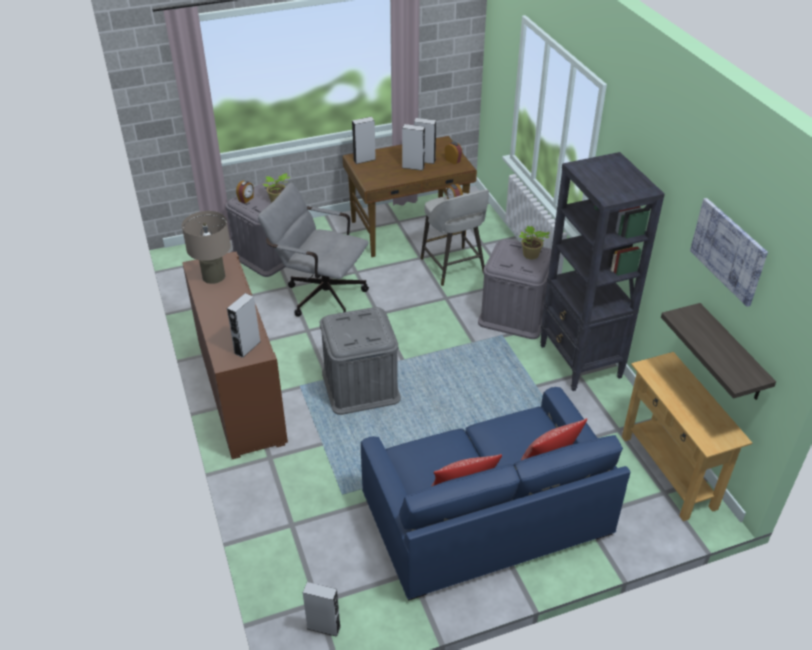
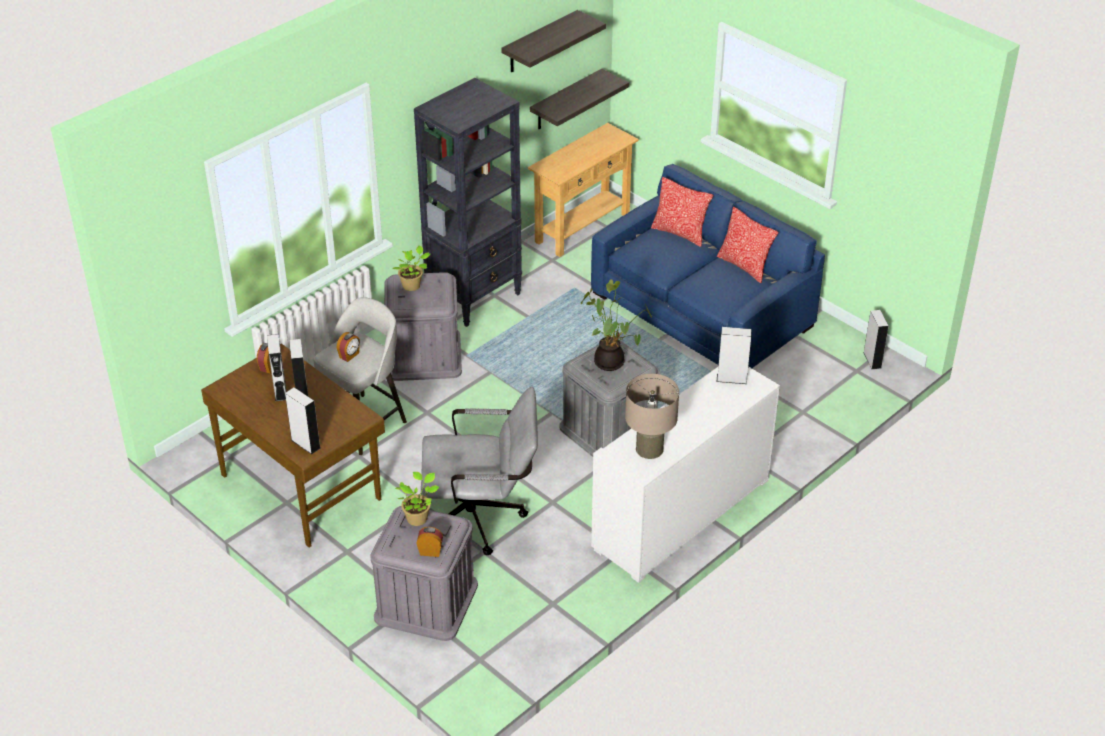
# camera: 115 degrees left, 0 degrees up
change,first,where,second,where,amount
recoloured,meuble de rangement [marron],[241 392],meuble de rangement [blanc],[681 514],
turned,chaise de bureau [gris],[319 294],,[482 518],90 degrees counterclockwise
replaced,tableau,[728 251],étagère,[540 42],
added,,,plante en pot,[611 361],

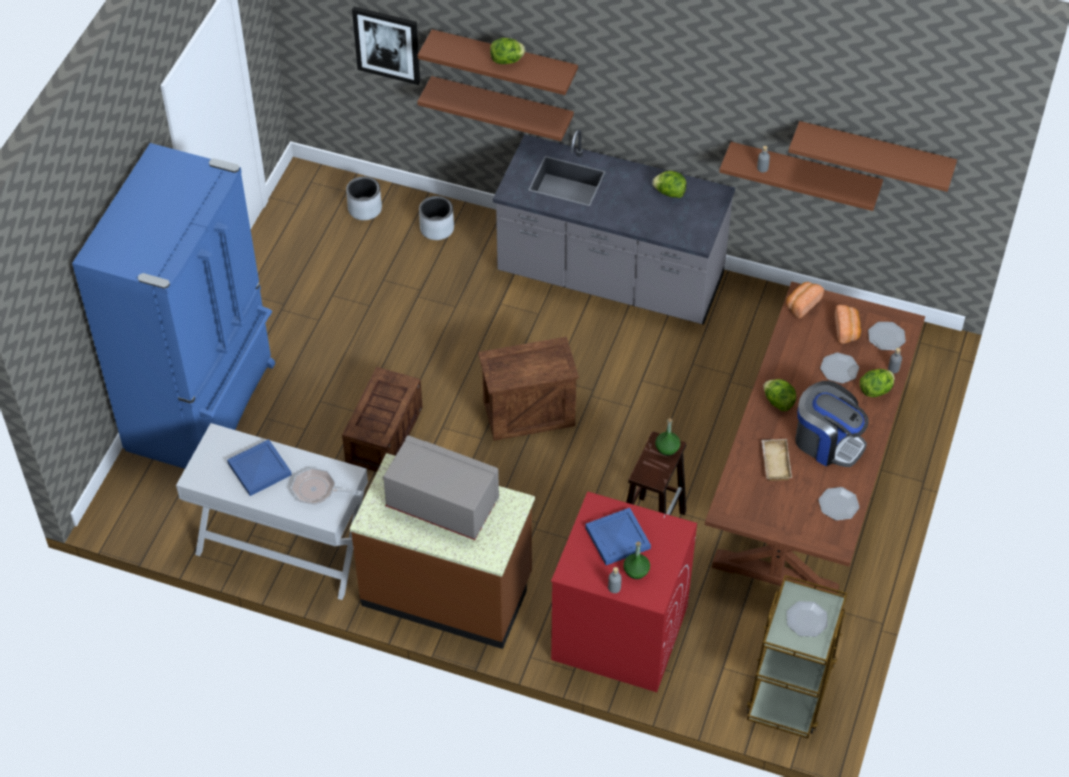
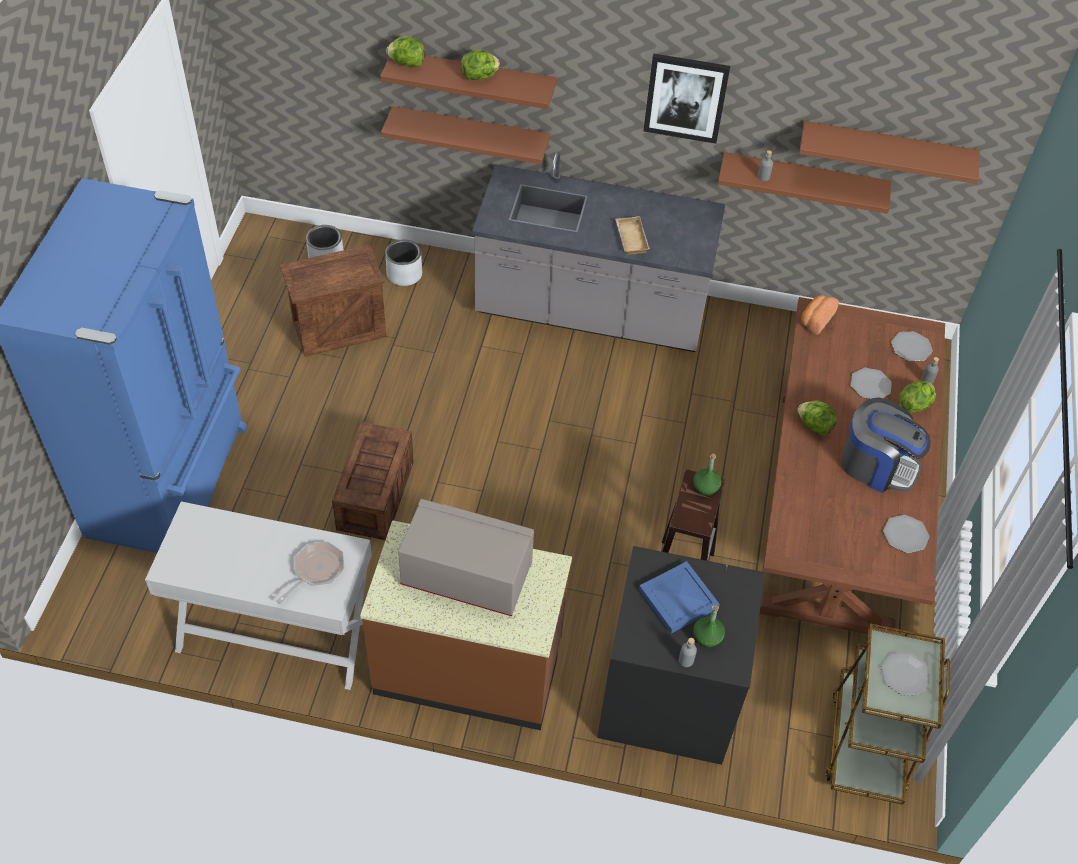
# camera: 10 degrees left, 0 degrees up
change,first,where,second,where,amount
removed,plateau [bleu],[260 469],,,
turned,poêle,[318 490],,[316 571],120 degrees clockwise
moved,tableau,[387 44],,[686 97],
moved,caisse,[529 412],,[339 327],
recoloured,lave-linge [rouge],[619 632],lave-linge [noir],[667 698],
moved,laitue,[669 193],,[407 63],
moved,plateau [beige],[774 462],,[630 238],
removed,pain,[847 330],,,

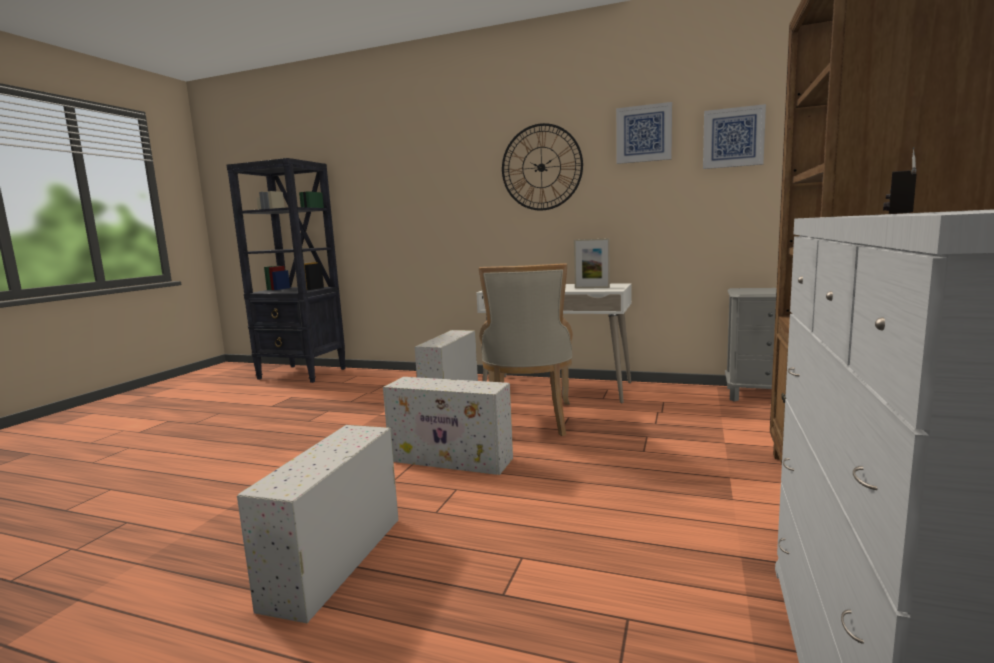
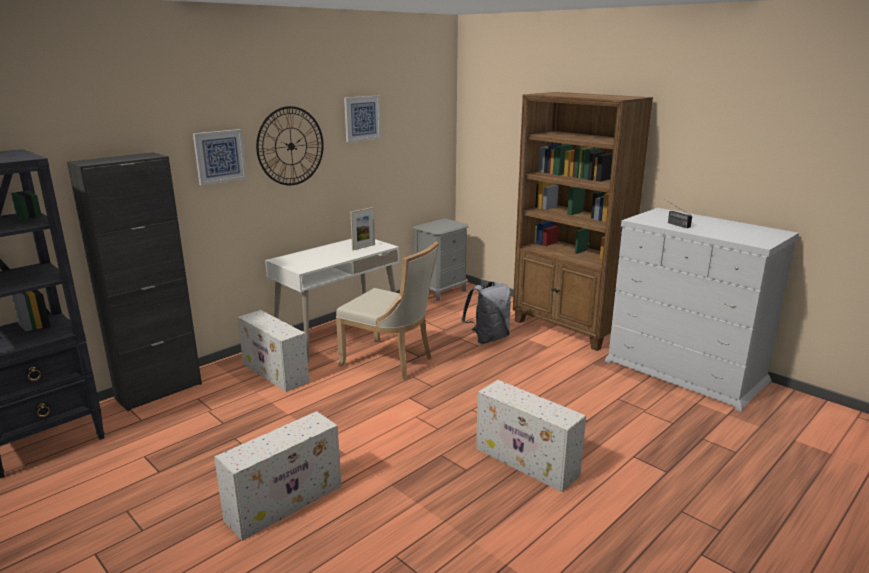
# camera: 65 degrees left, 10 degrees up
change,first,where,second,where,amount
moved,boîte de rangement [blanc],[452 460],,[286 502],
moved,tableau,[733 137],,[219 156],
added,,,meuble de rangement [noir],[159 391],
added,,,sac à dos [gris],[488 338],

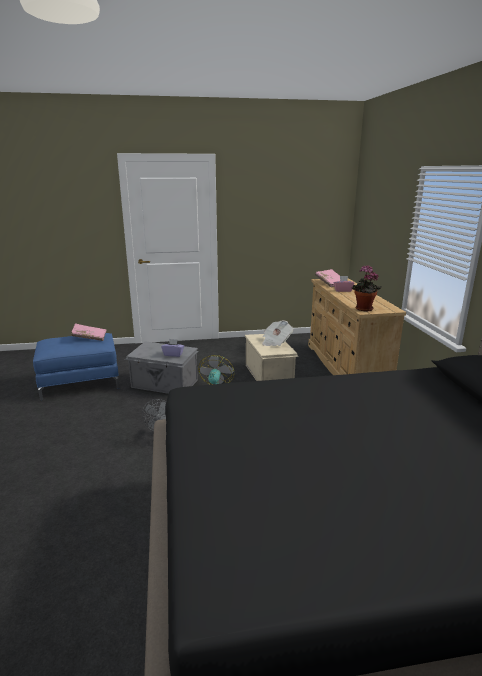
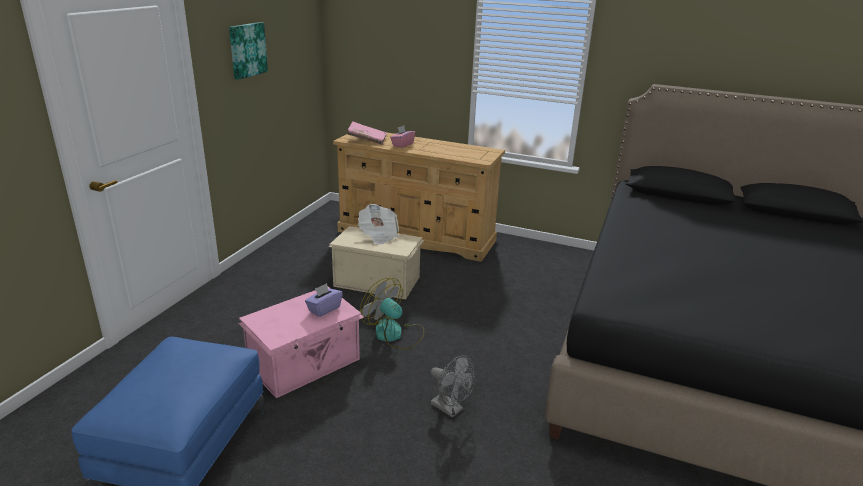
# camera: 60 degrees left, 5 degrees up
change,first,where,second,where,amount
removed,livre [rose],[89 338],,,
recoloured,boîte de rangement [gris],[164 384],boîte de rangement [rose],[306 364],
removed,plante en pot,[363 309],,,
added,,,tableau,[247 50],

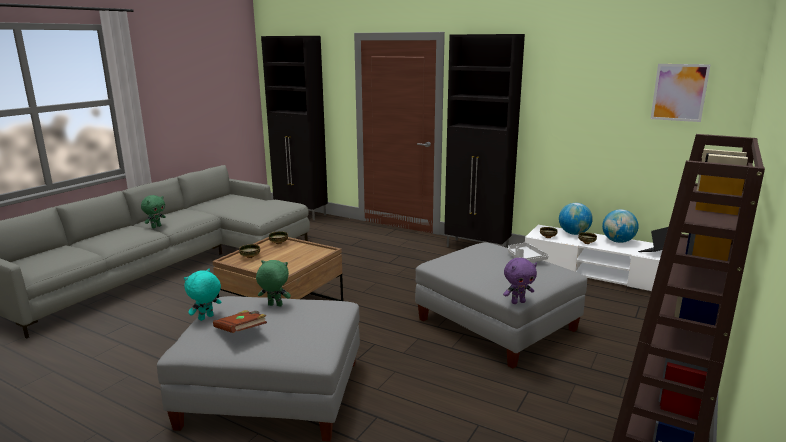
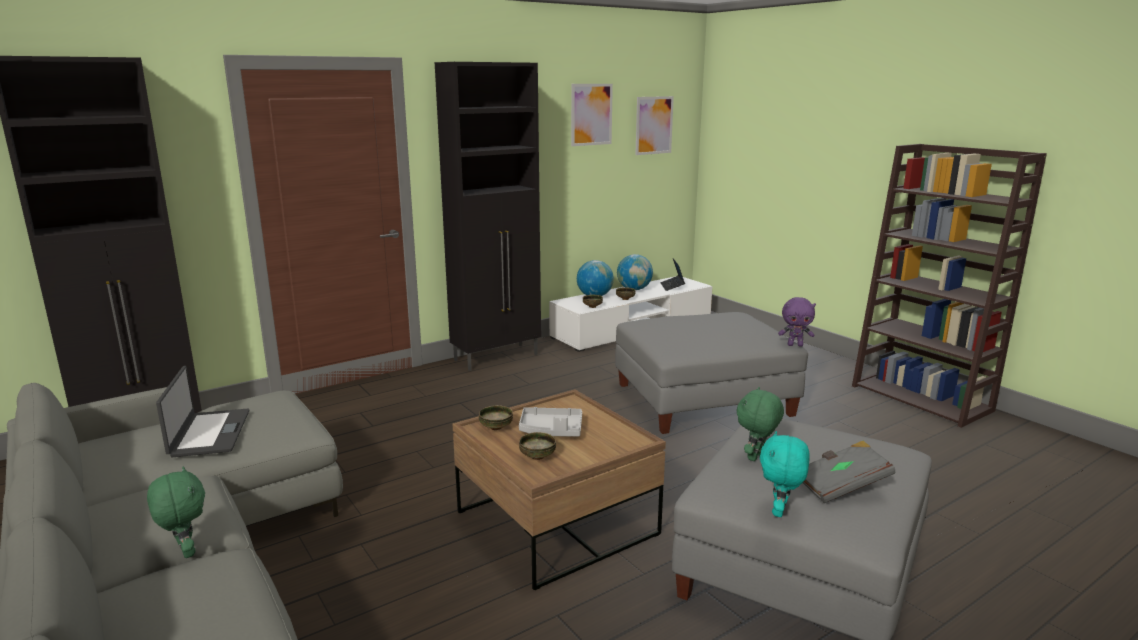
# camera: 65 degrees left, 0 degrees up
change,first,where,second,where,amount
turned,peluche [turquoise],[206 318],,[780 511],45 degrees clockwise
recoloured,livre [marron],[241 332],livre [gris],[840 486],
turned,peluche [violet],[518 302],,[795 345],90 degrees clockwise
moved,plateau [gris],[525 258],,[551 430],
added,,,ordinateur portable,[209 433],
added,,,tableau,[591 114],

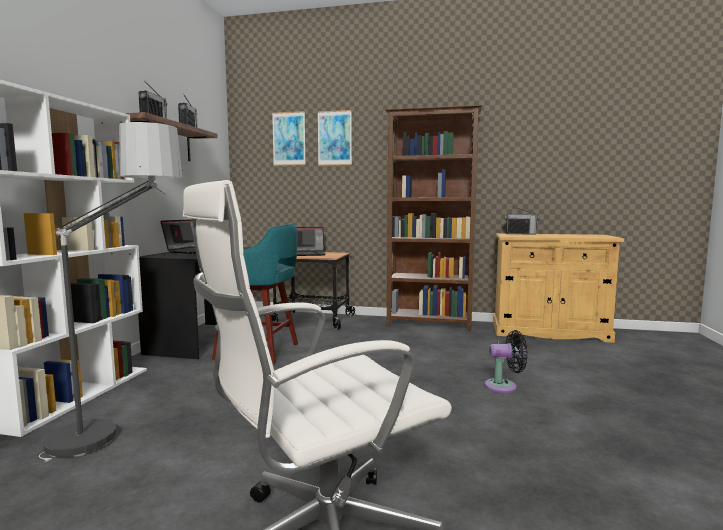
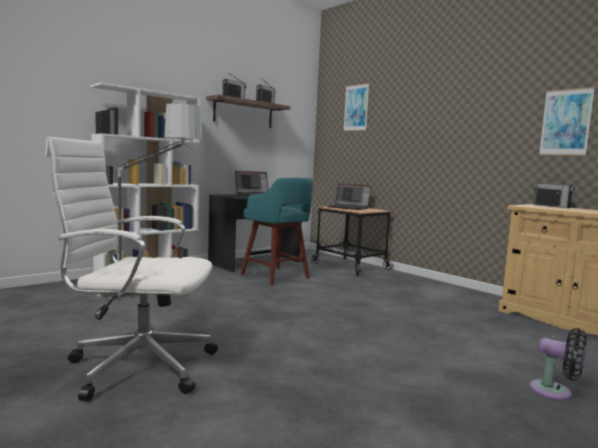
# camera: 35 degrees right, 0 degrees up
change,first,where,second,where,amount
moved,tableau,[334 138],,[565 122],
removed,bibliothèque [marron],[429 324],,,
moved,ventilateur [noir],[504 386],,[555 392],

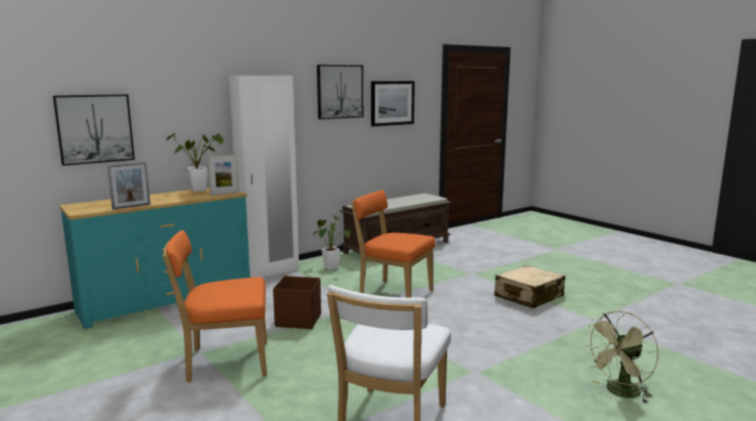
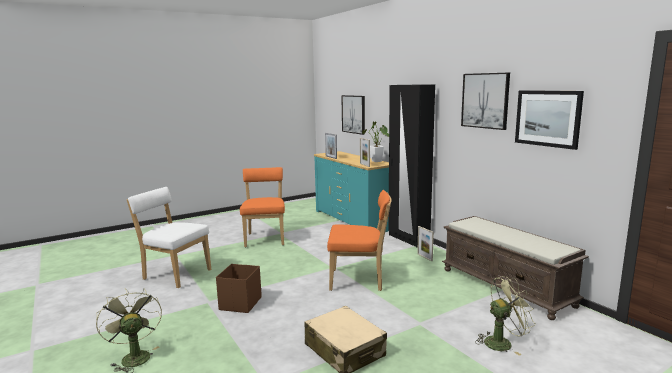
# camera: 95 degrees right, 0 degrees up
change,first,where,second,where,amount
recoloured,armoire [blanc],[270 272],armoire [noir],[408 239],
moved,boîte de rangement [marron],[299 320],,[240 304],
replaced,plante en pot,[329 267],cadre photo,[424 257],
turned,chaise [orange],[393 293],,[359 280],60 degrees clockwise
added,,,ventilateur [vert],[502 342],

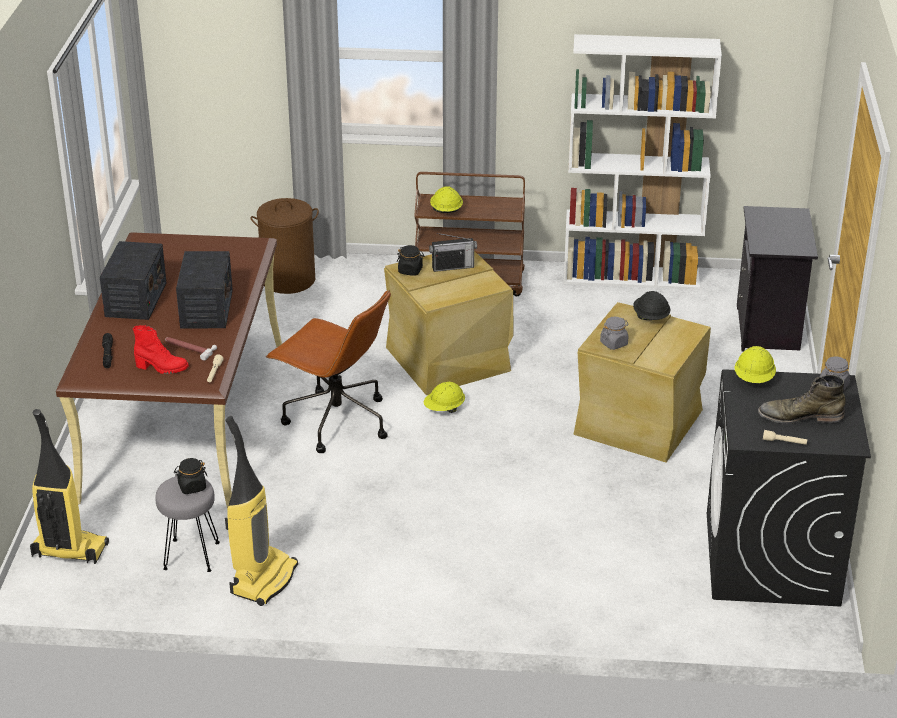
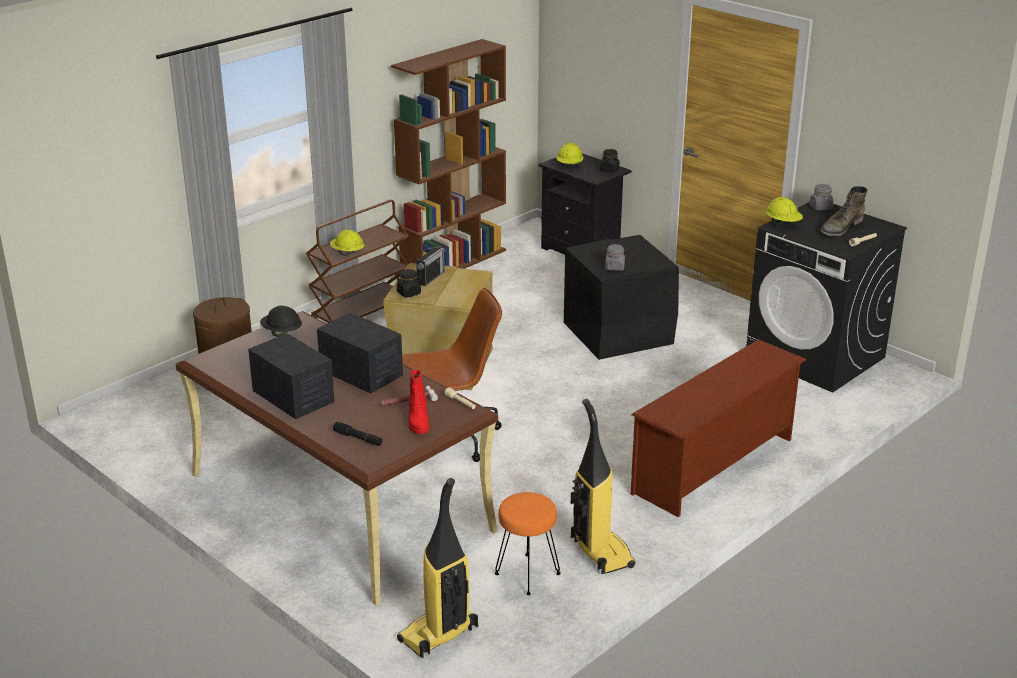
# camera: 50 degrees left, 5 degrees down
change,first,where,second,where,amount
turned,botte [rouge],[161 368],,[417 422],120 degrees clockwise
recoloured,tabouret [gris],[190 555],tabouret [orange],[526 574],
moved,bocal [noir],[192 487],,[609 170],
moved,casque de chantier [jaune],[444 409],,[570 166],
recoloured,bibliothèque [blanc],[632 276],bibliothèque [marron],[454 263],
recoloured,boîte de rangement [beige],[640 422],boîte de rangement [noir],[618 332],
moved,casque de chantier [noir],[650 317],,[281 333],
added,,,étagère à chaussures [marron],[715 466],

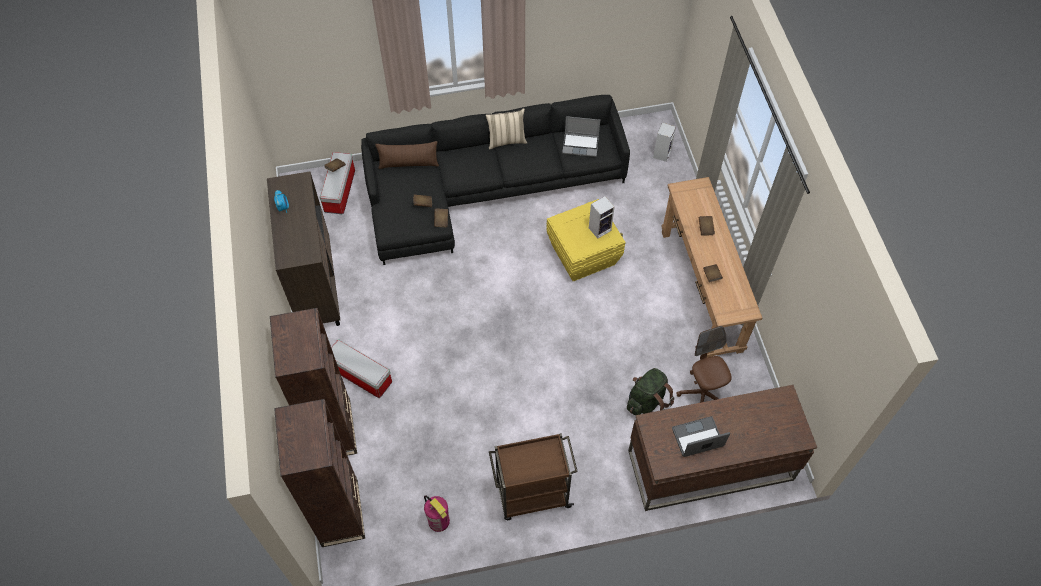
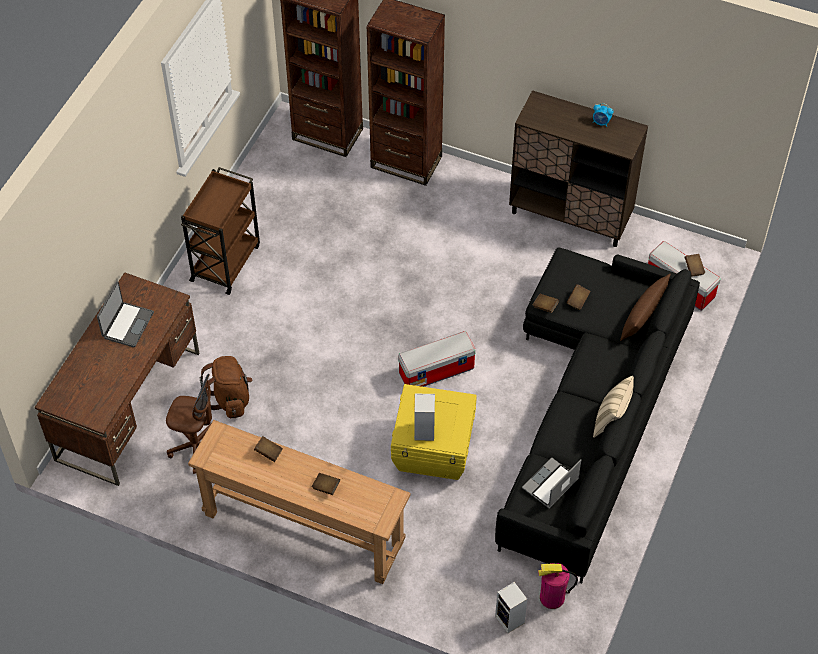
# camera: 125 degrees right, 5 degrees down
change,first,where,second,where,amount
moved,boîte de rangement,[360 375],,[437 370],
moved,extincteur,[439 521],,[552 597],
recoloured,sac à dos [vert],[647 401],sac à dos [marron],[230 399],

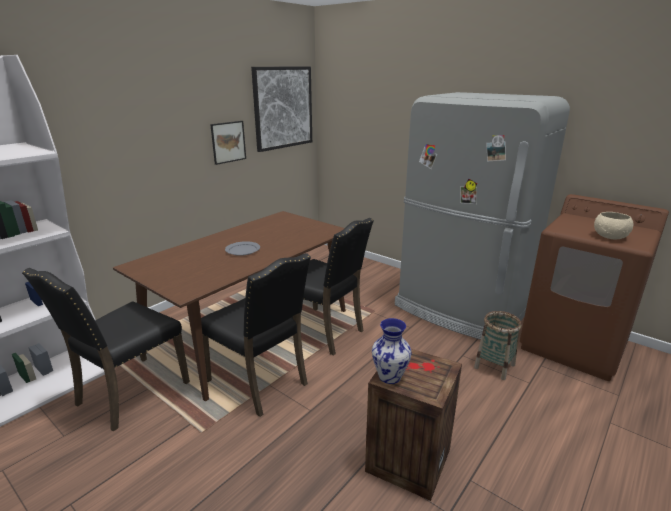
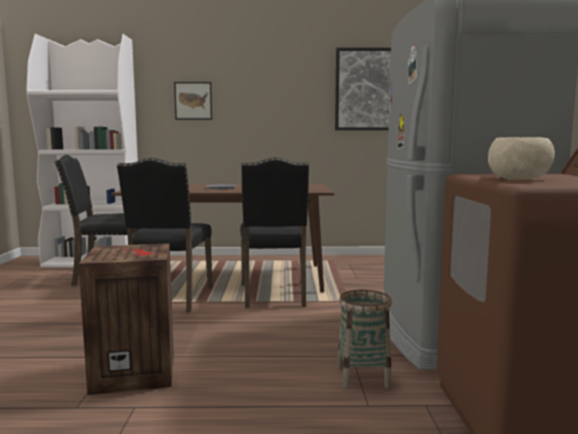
# camera: 50 degrees right, 15 degrees down
change,first,where,second,where,amount
moved,tableau,[228 142],,[193 101],
removed,vase,[390 376],,,

